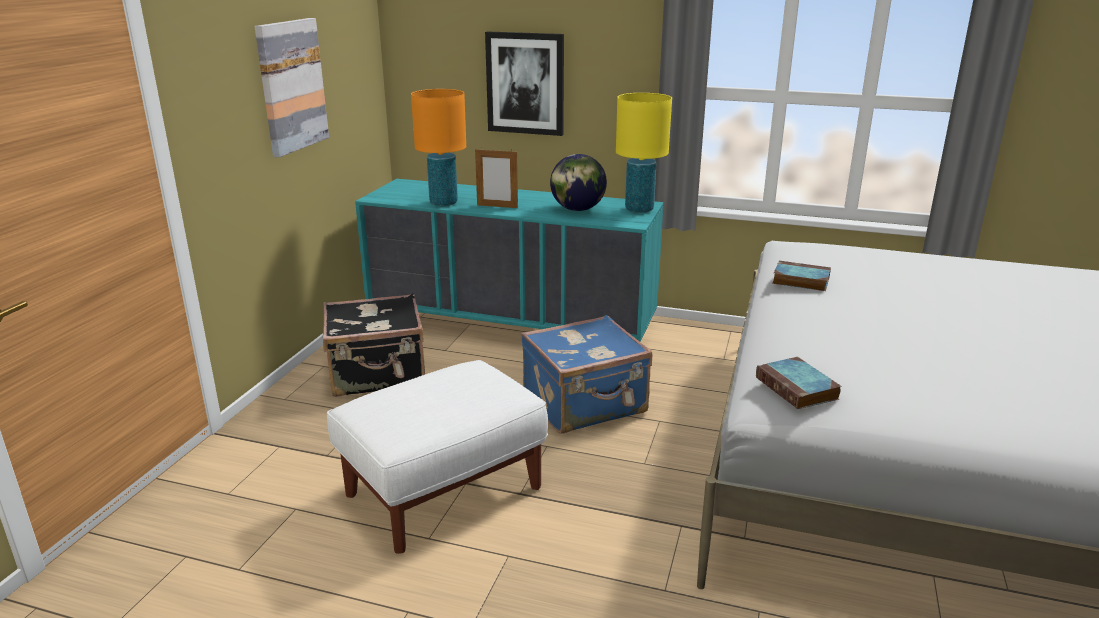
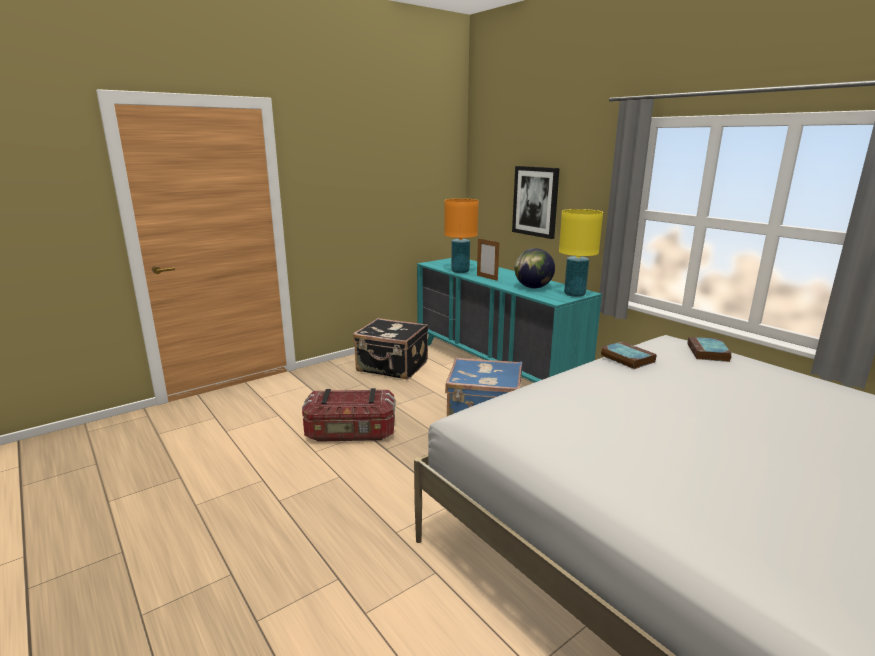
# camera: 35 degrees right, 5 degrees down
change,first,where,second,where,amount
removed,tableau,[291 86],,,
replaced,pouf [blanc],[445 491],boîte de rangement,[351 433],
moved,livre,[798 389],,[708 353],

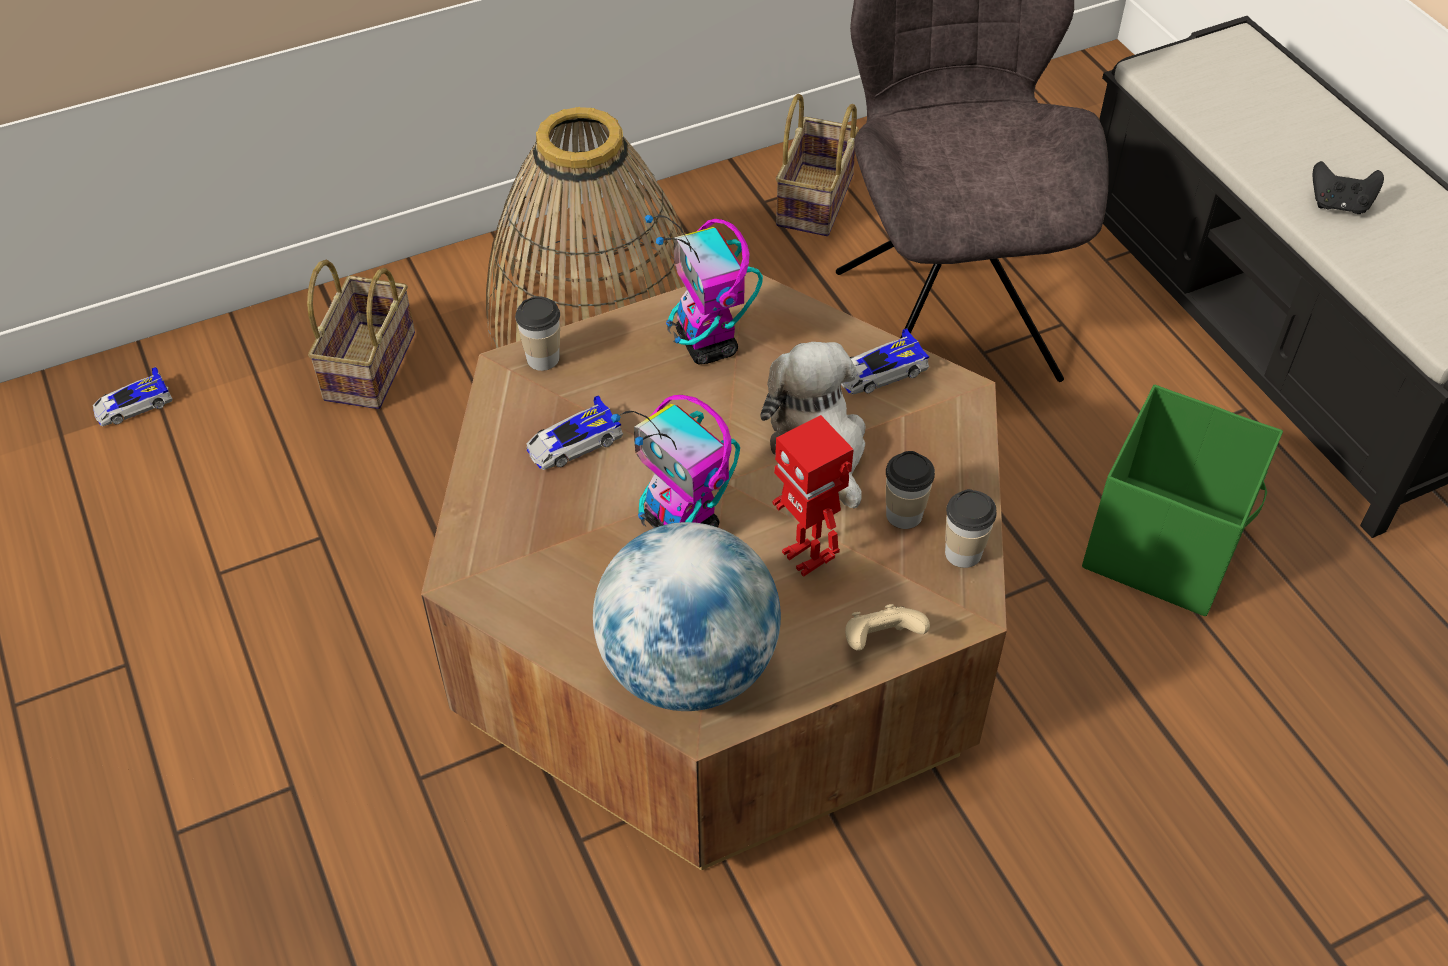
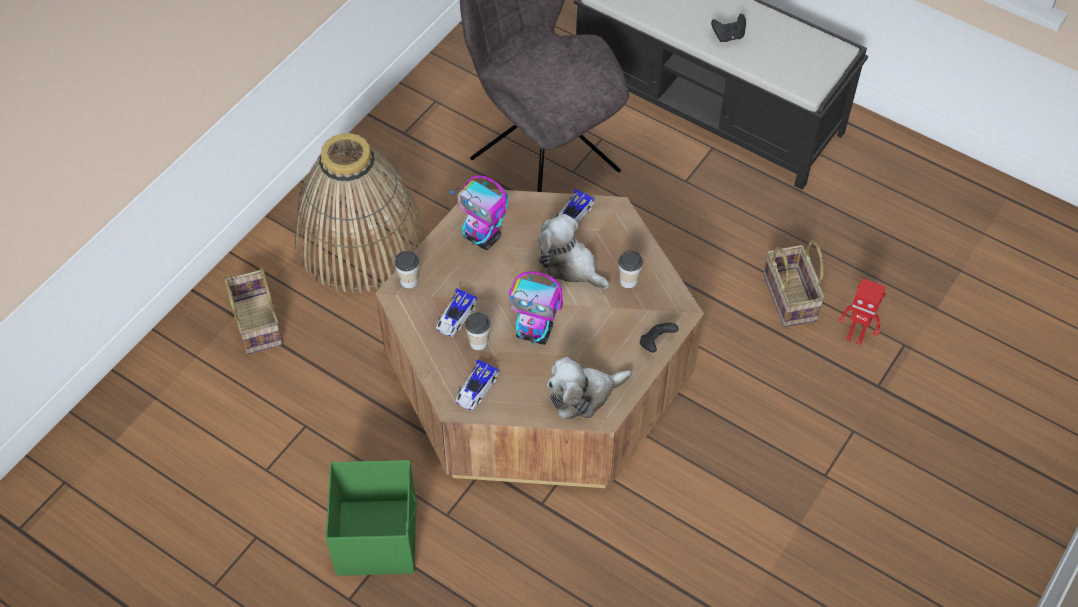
# camera: 30 degrees left, 5 degrees up
change,first,where,second,where,amount
moved,petite voiture,[133 405],,[476 388],
replaced,globe,[688 668],peluche,[584 395],
moved,robot jouet,[806 557],,[855 336],
moved,panier,[816 202],,[791 299],
recoloured,manette [beige],[880 641],manette [noir],[656 343],
moved,tasse,[963 553],,[478 342],
moved,boîte de rangement [vert],[1166 544],,[377 536],

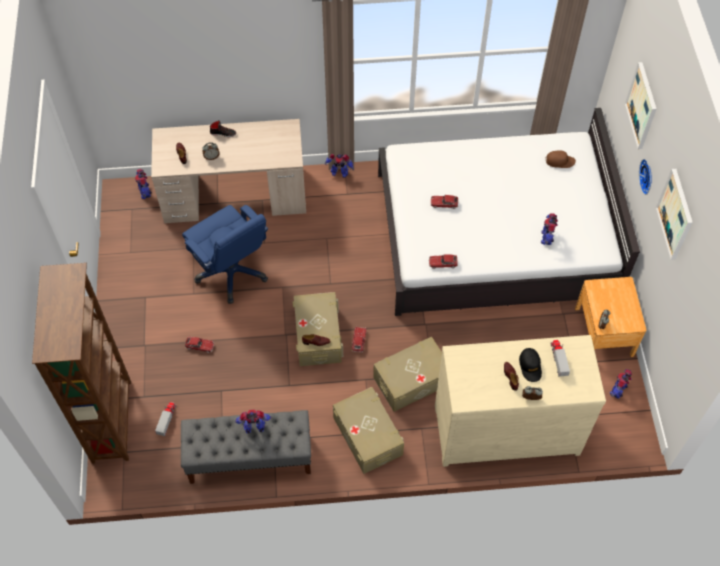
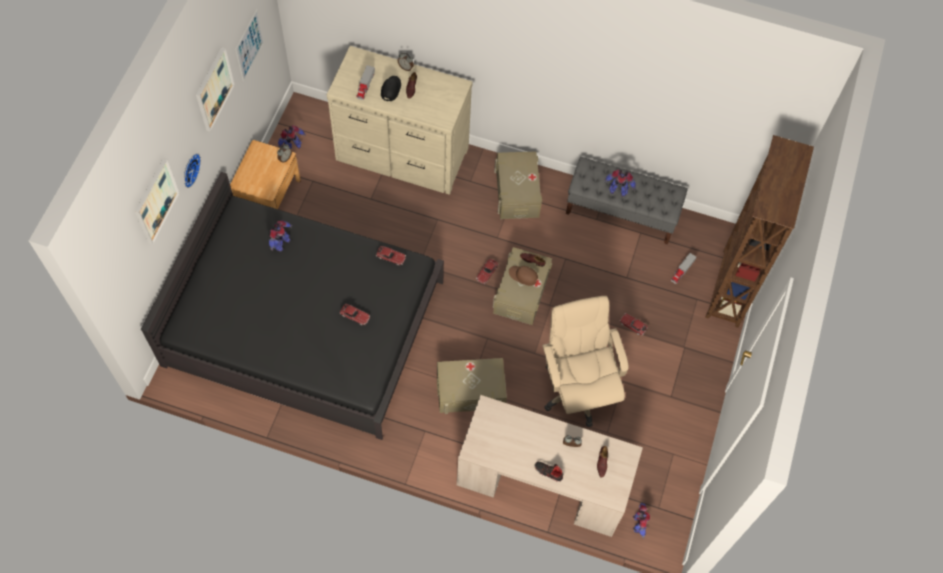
# camera: 160 degrees left, 5 degrees up
change,first,where,second,where,amount
recoloured,chaise de bureau [bleu],[232 272],chaise de bureau [beige],[577 389],
removed,robot jouet,[339 172],,,
moved,boîte de rangement [beige],[412 380],,[470 391],
recoloured,lit [blanc],[495 235],lit [noir],[304 323],
moved,casquette [marron],[560 161],,[523 276],
added,,,tableau,[249 45],

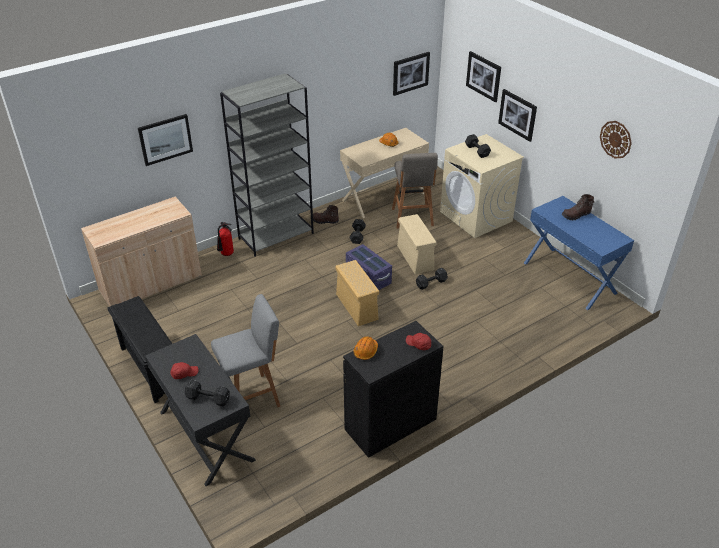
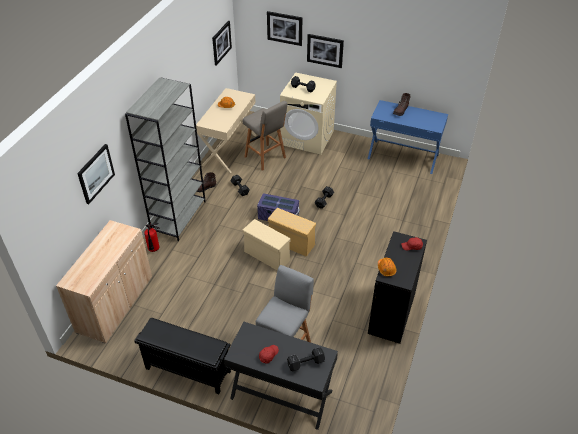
# camera: 35 degrees left, 5 degrees up
change,first,where,second,where,amount
moved,boîte de rangement [beige],[414 257],,[266 255],
removed,horloge murale,[615 139],,,

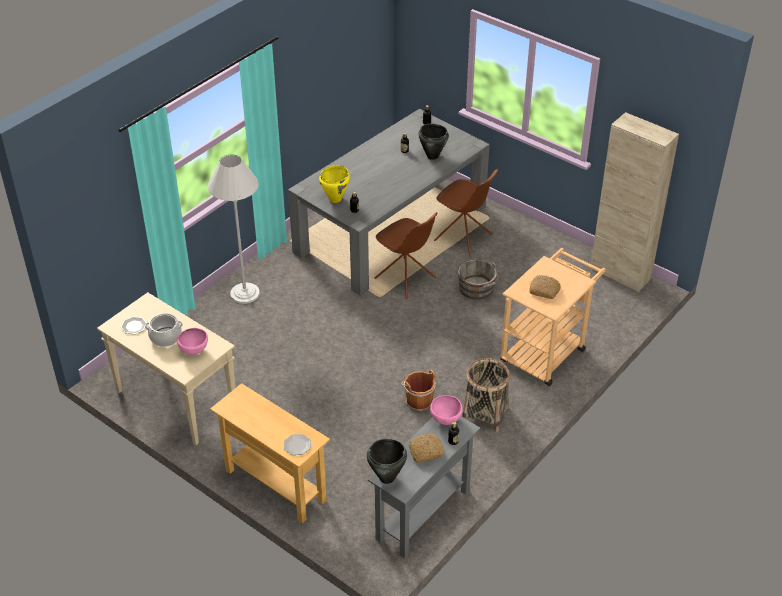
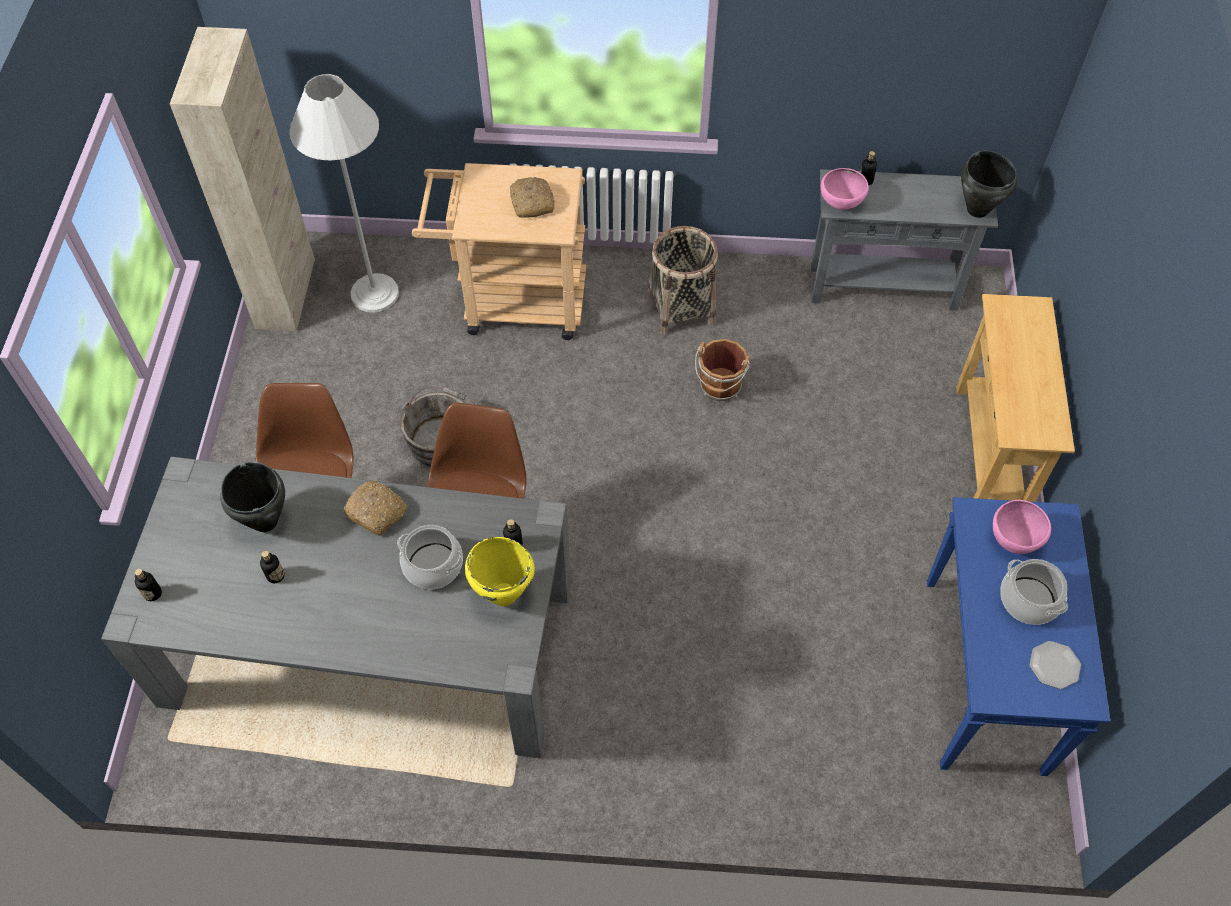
# camera: 125 degrees left, 15 degrees up
change,first,where,second,where,amount
recoloured,table console [beige],[175 401],table console [bleu],[985 676],
moved,lampadaire [blanc],[245 293],,[374 293],
removed,assiette,[297 445],,,
moved,pain,[425 452],,[377 511],
added,,,marmite,[433 565],

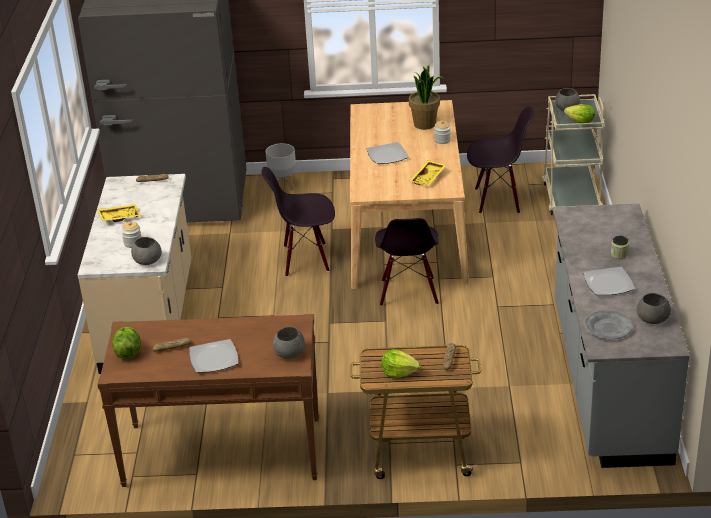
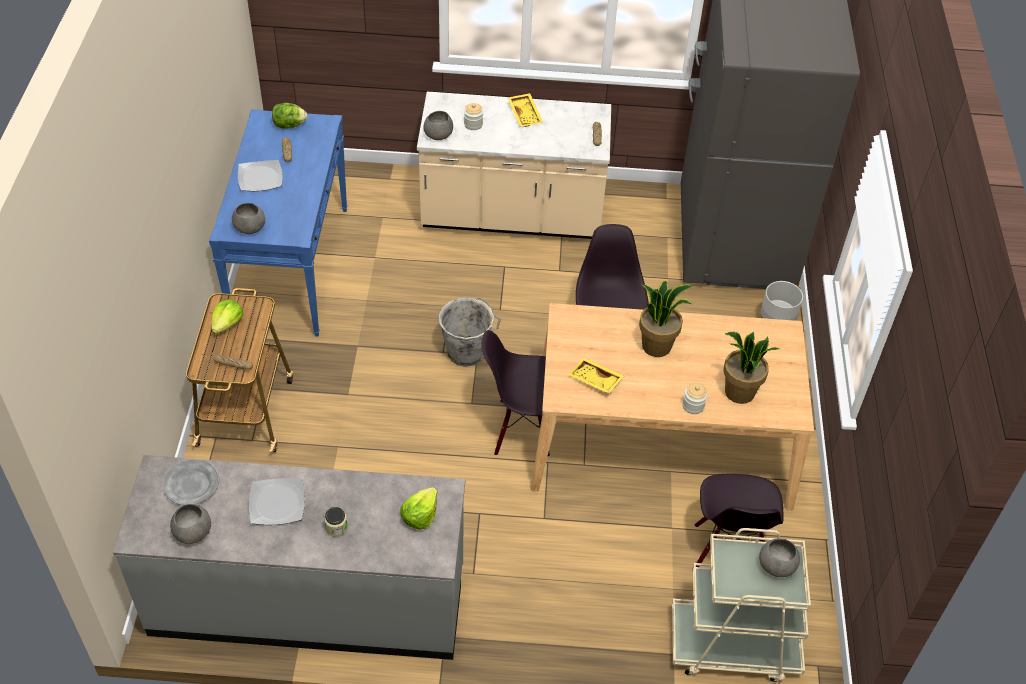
# camera: 90 degrees right, 15 degrees up
change,first,where,second,where,amount
recoloured,table console [marron],[222 452],table console [bleu],[291 266],
replaced,assiette,[387 155],plante en pot,[656 345],
moved,laitue,[580 121],,[420 515],
added,,,seau [gris],[467 353],

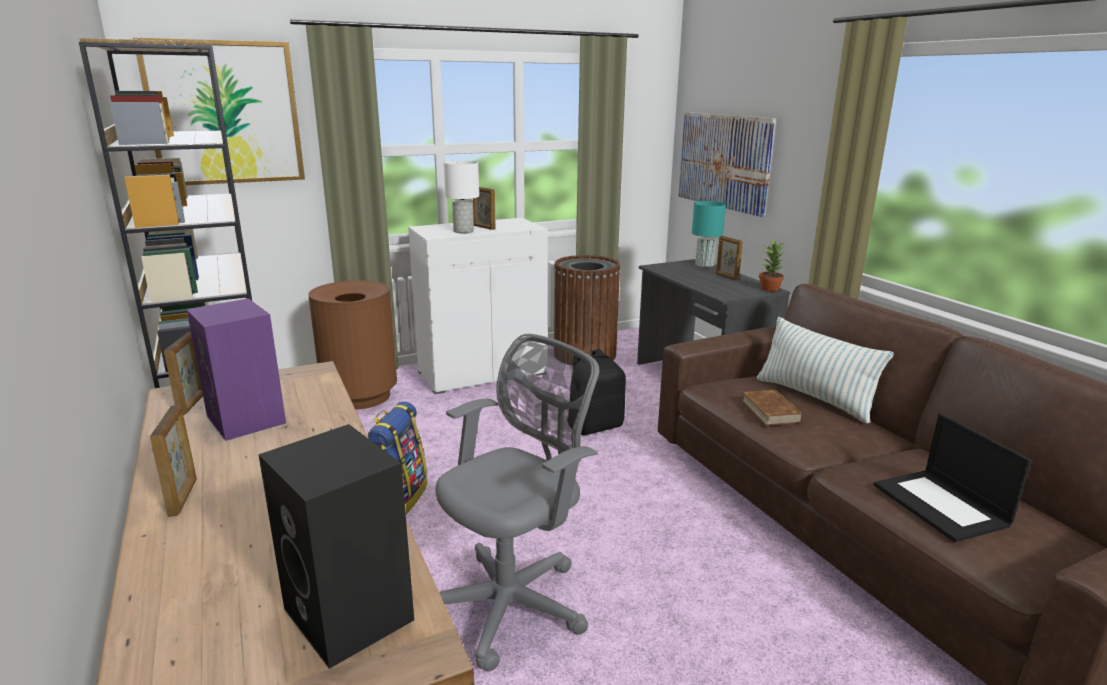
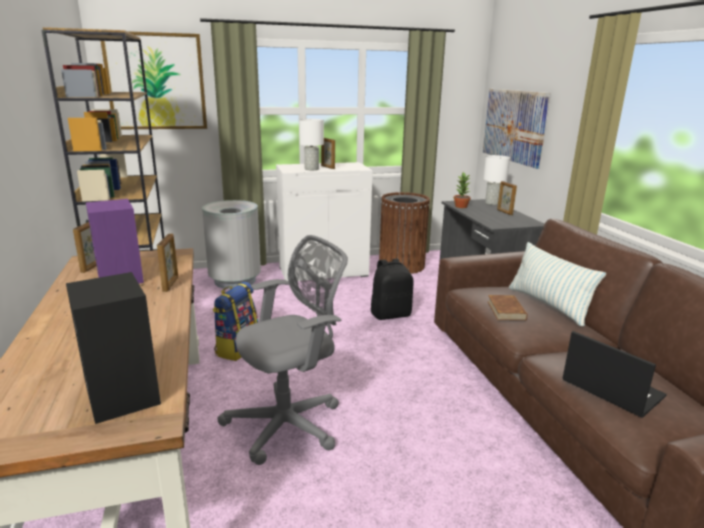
# camera: 10 degrees right, 0 degrees up
change,first,where,second,where,amount
moved,cadre photo,[183 497],,[171 284],
recoloured,poubelle [marron],[360 396],poubelle [gris],[235 281],
recoloured,lampe de table [turquoise],[704 265],lampe de table [blanc],[491 203],
moved,plante en pot,[770 288],,[461 206],
turned,ordinateur portable,[942 505],,[610 388],150 degrees clockwise

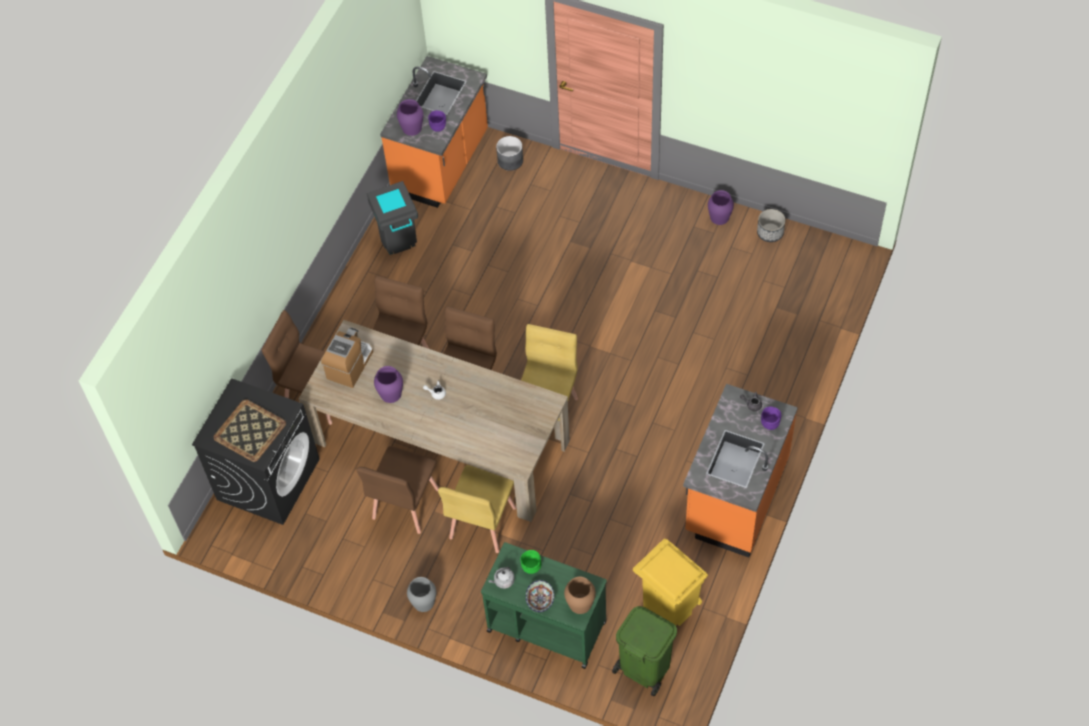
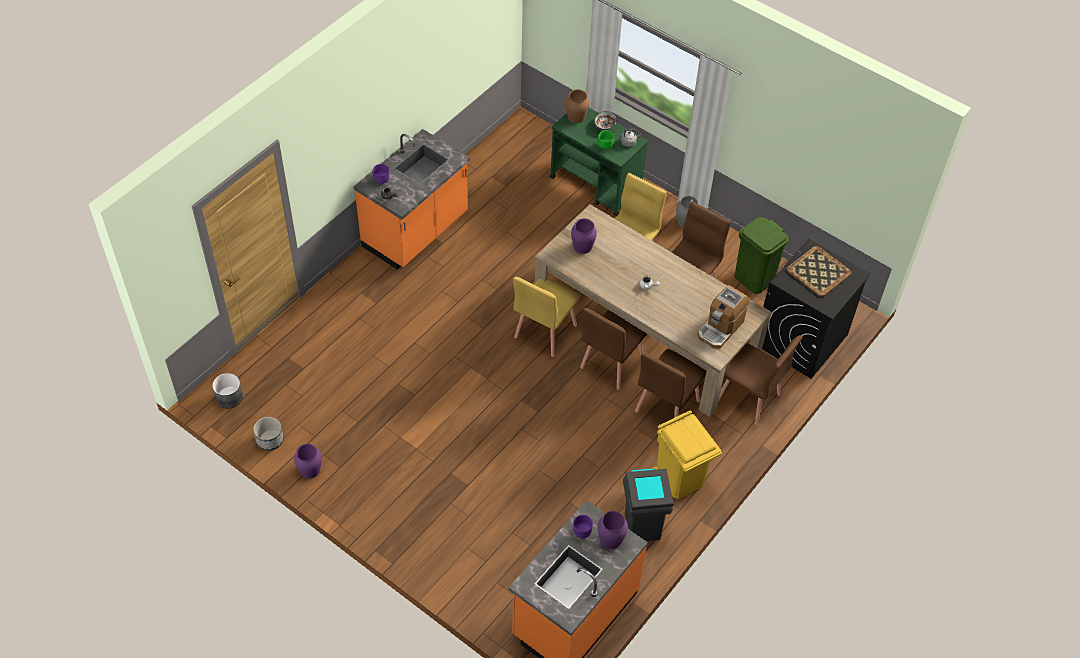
# camera: 170 degrees left, 5 degrees down
change,first,where,second,where,amount
moved,vase [violet],[391 394],,[582 246],
moved,cache-pot [gris],[510 160],,[229 397],
moved,poubelle [vert],[644 667],,[754 279],
moved,poubelle [jaune],[669 606],,[680 478],

